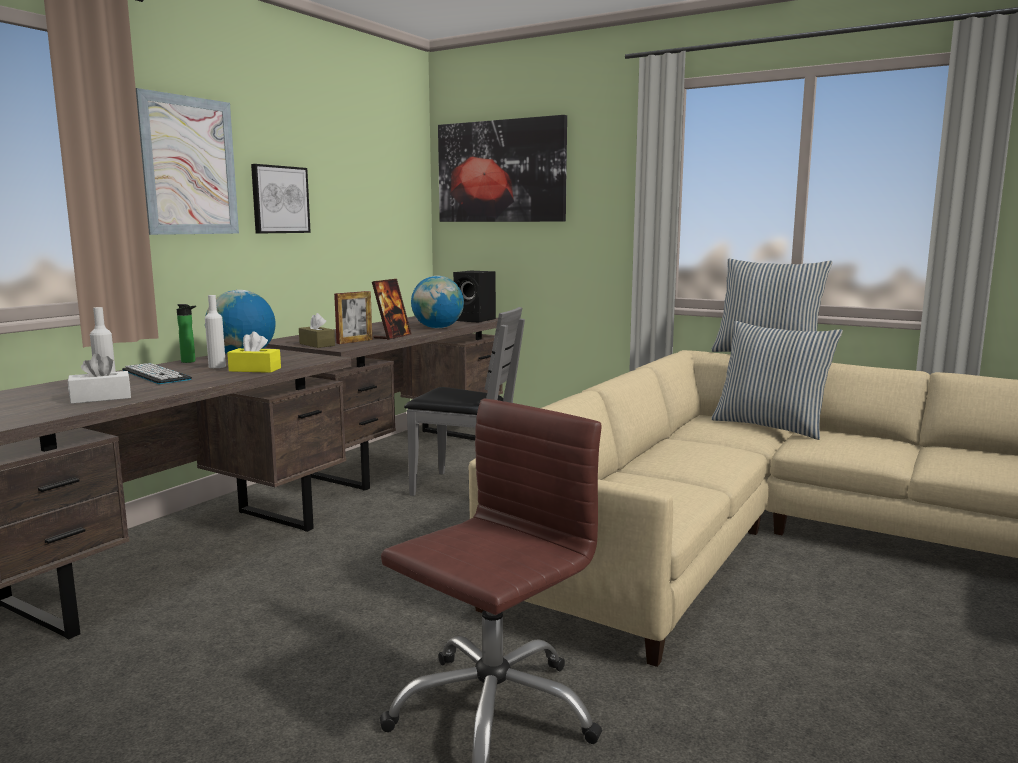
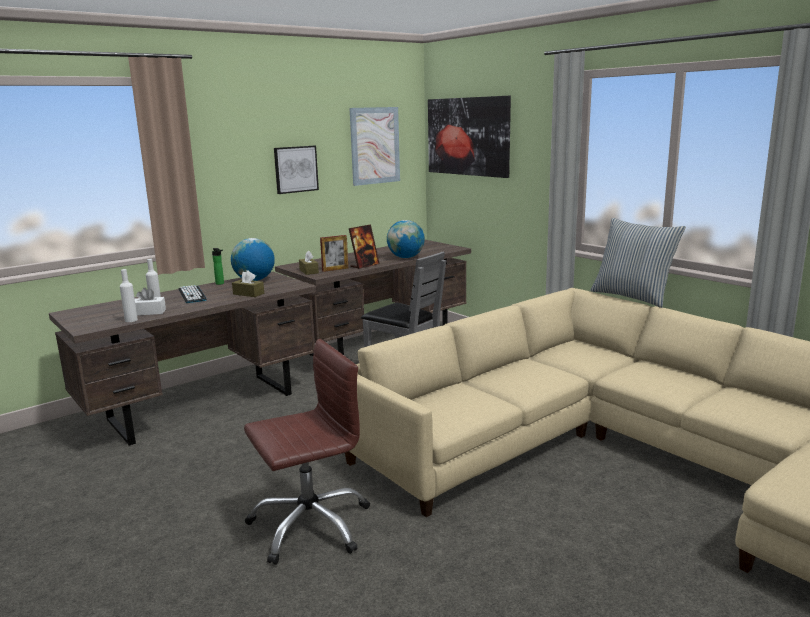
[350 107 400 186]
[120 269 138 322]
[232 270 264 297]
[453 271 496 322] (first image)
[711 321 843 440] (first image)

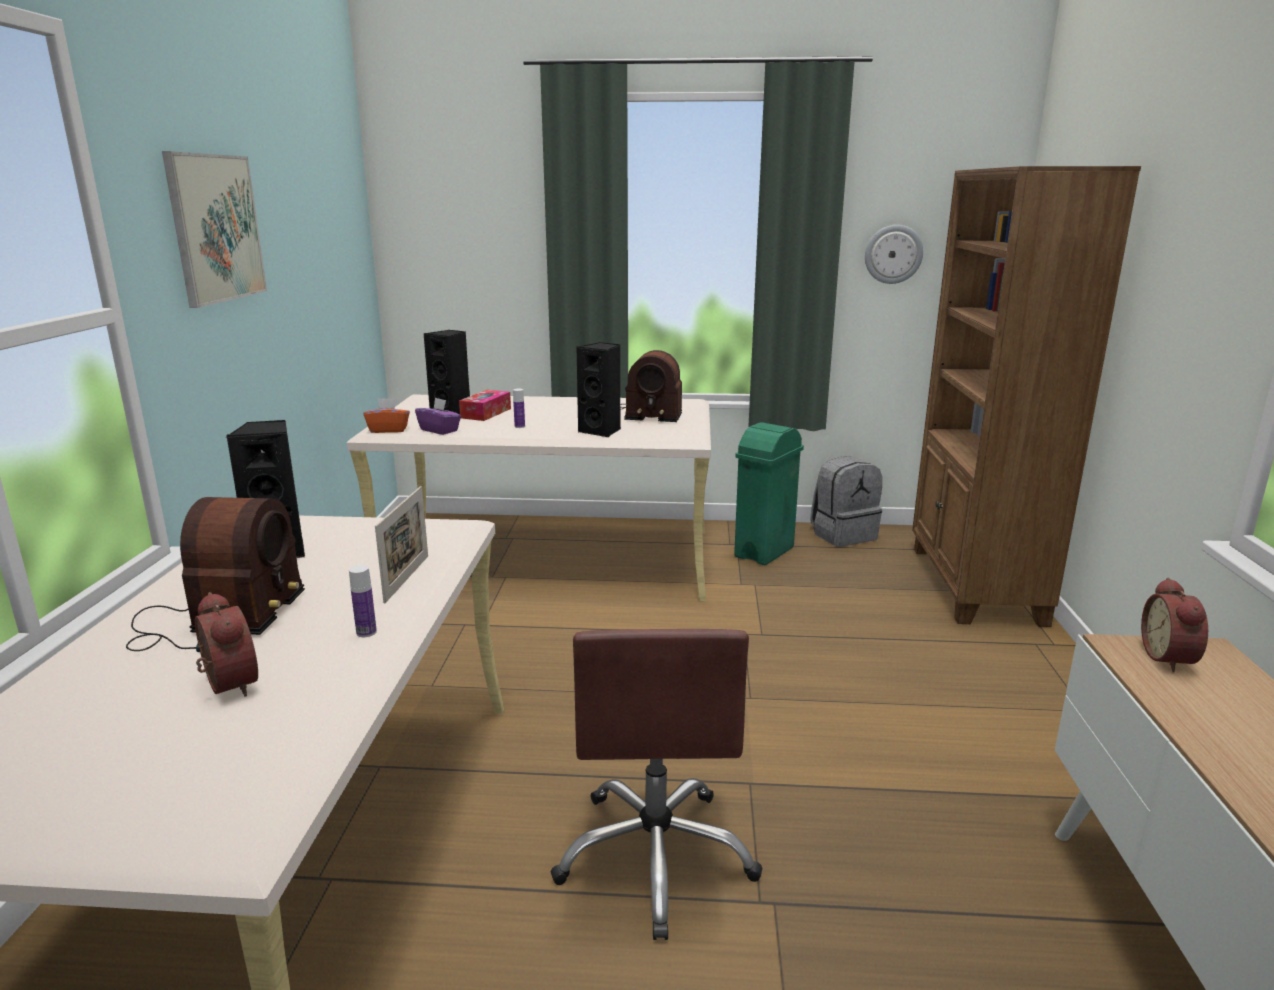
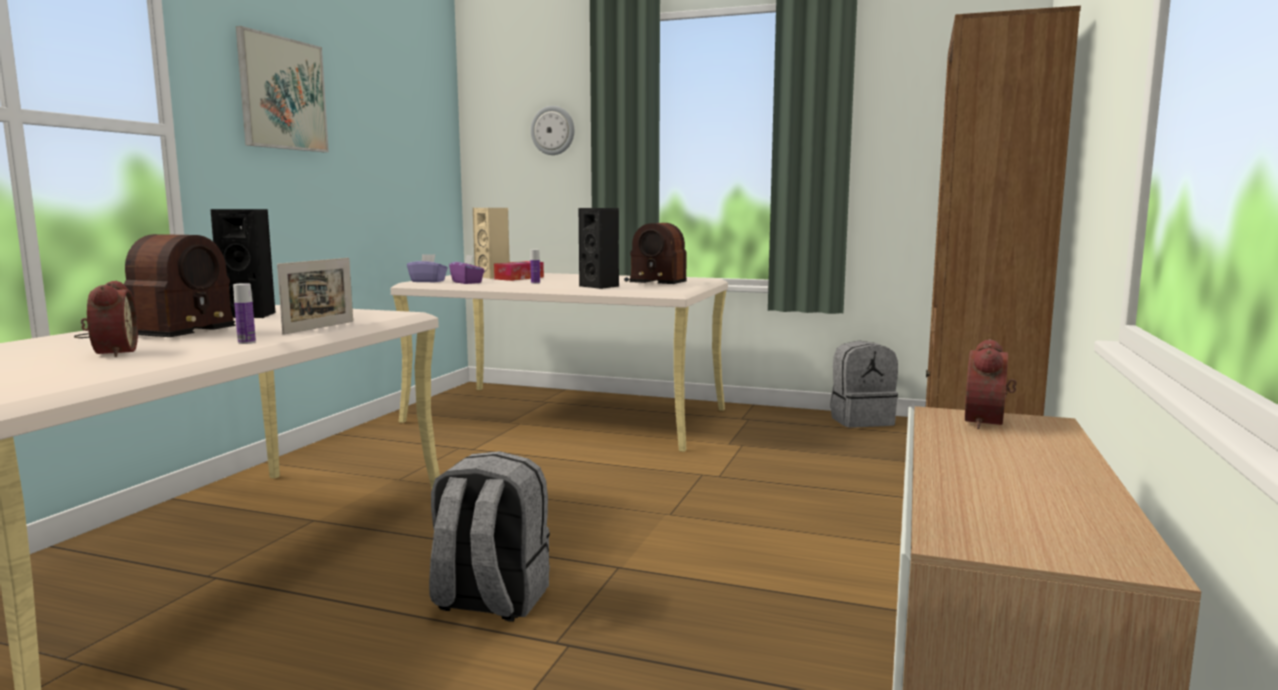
[407 254 448 283]
[473 208 510 279]
[429 451 550 622]
[734 422 804 565] (first image)
[531 106 574 155]

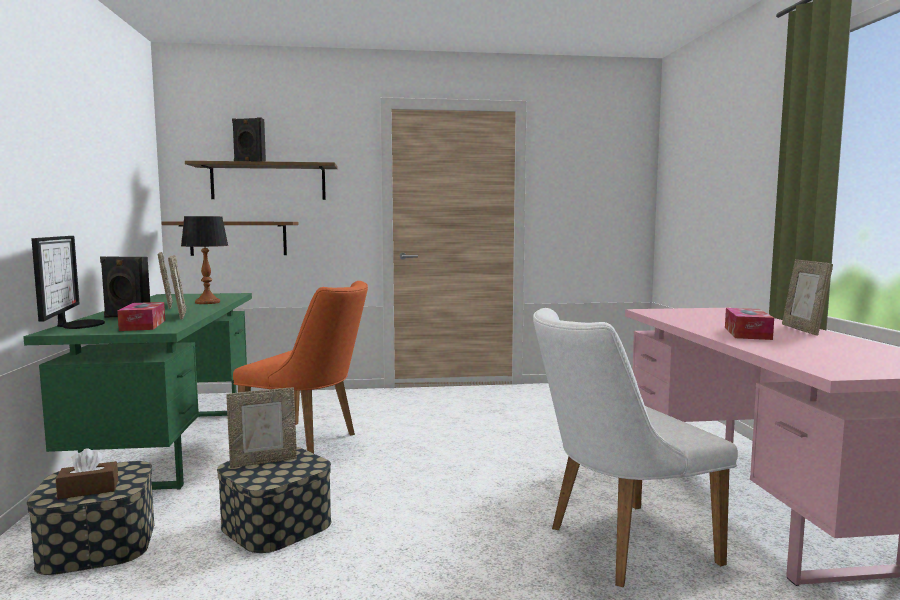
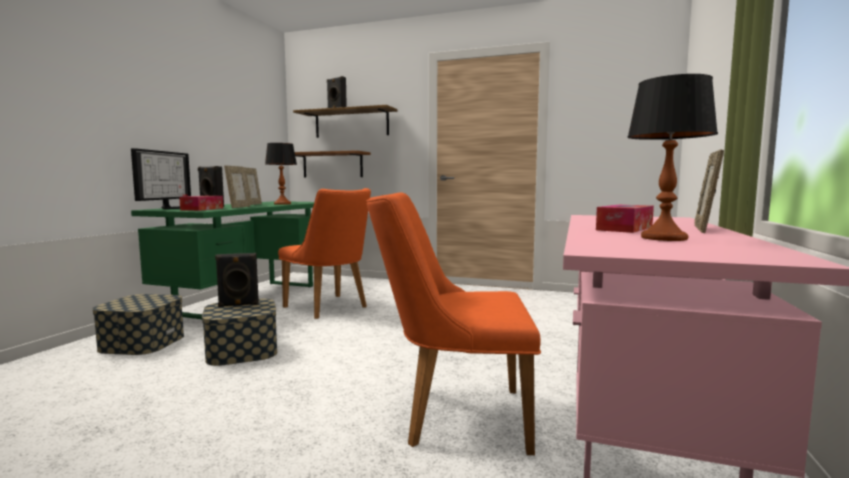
[56 448 118 499] (first image)
[215 253 259 307]
[367 192 541 455]
[627 74 718 241]

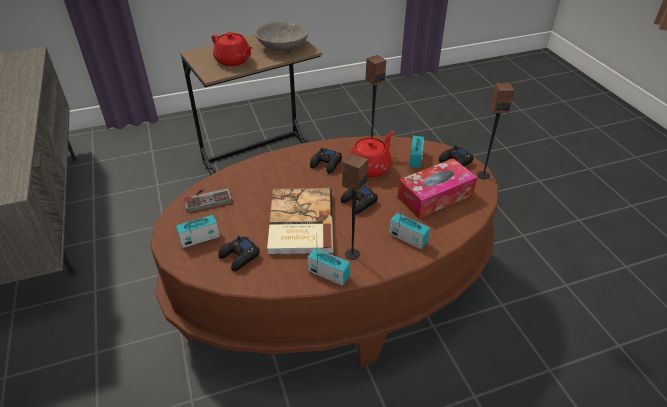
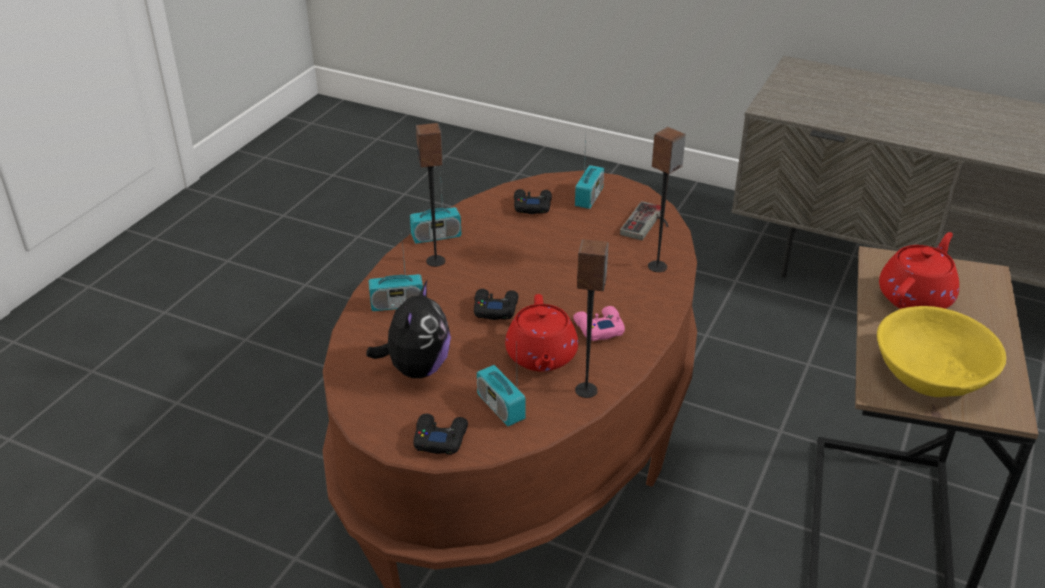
[879 232 959 309]
[877 306 1006 397]
[267 188 333 255] (first image)
[573 306 625 341]
[366 281 451 378]
[648 127 686 272]

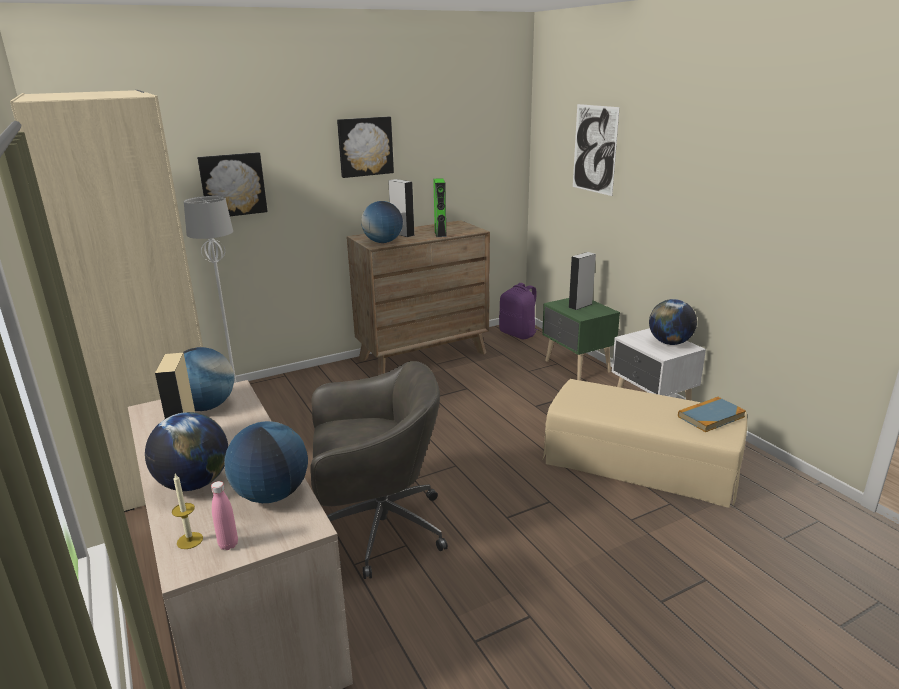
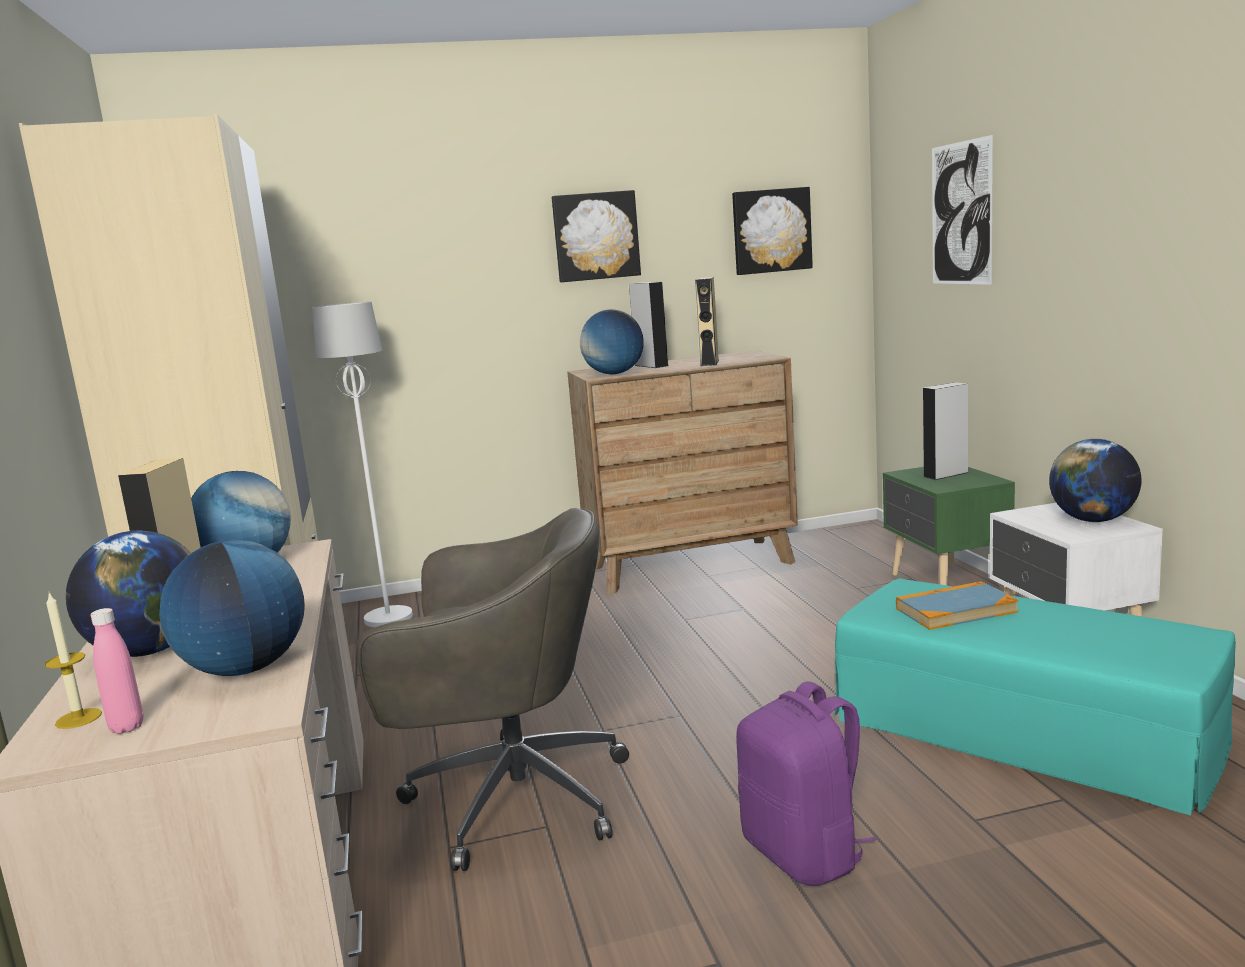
[732 187 813 275]
[695 277 719 366]
[736 681 877 886]
[835 578 1236 816]
[896 581 1019 630]

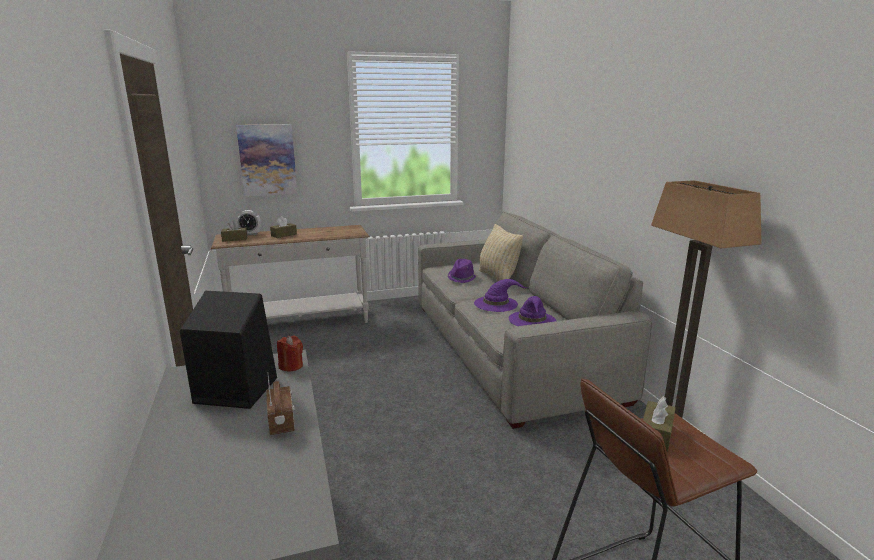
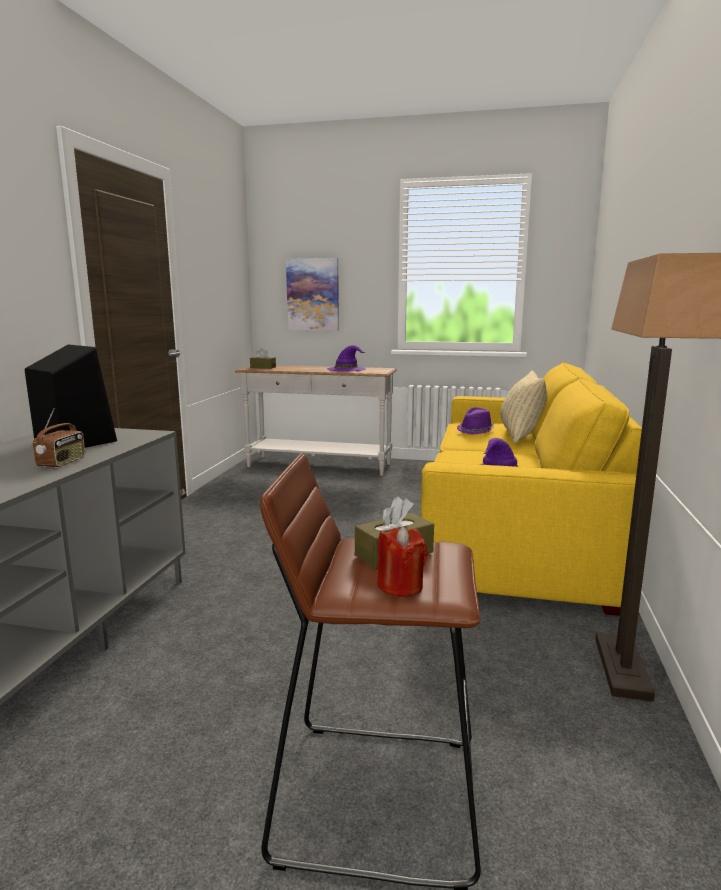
[237 210 261 235] (first image)
[270 216 297 238] (first image)
[377 526 427 597]
[421 362 642 616]
[327 345 366 371]

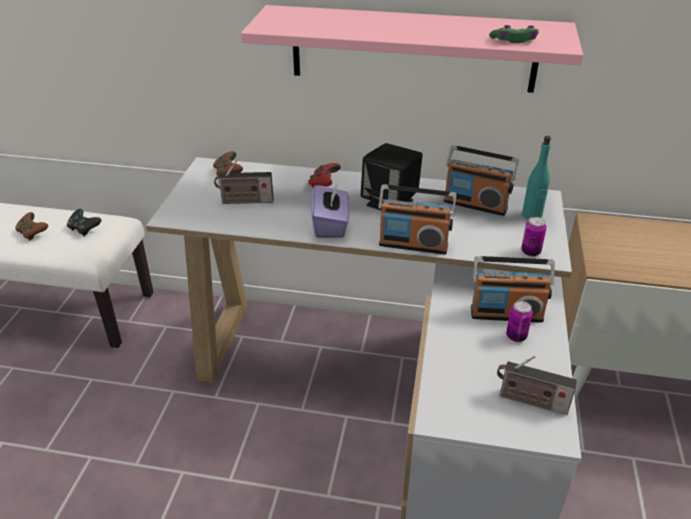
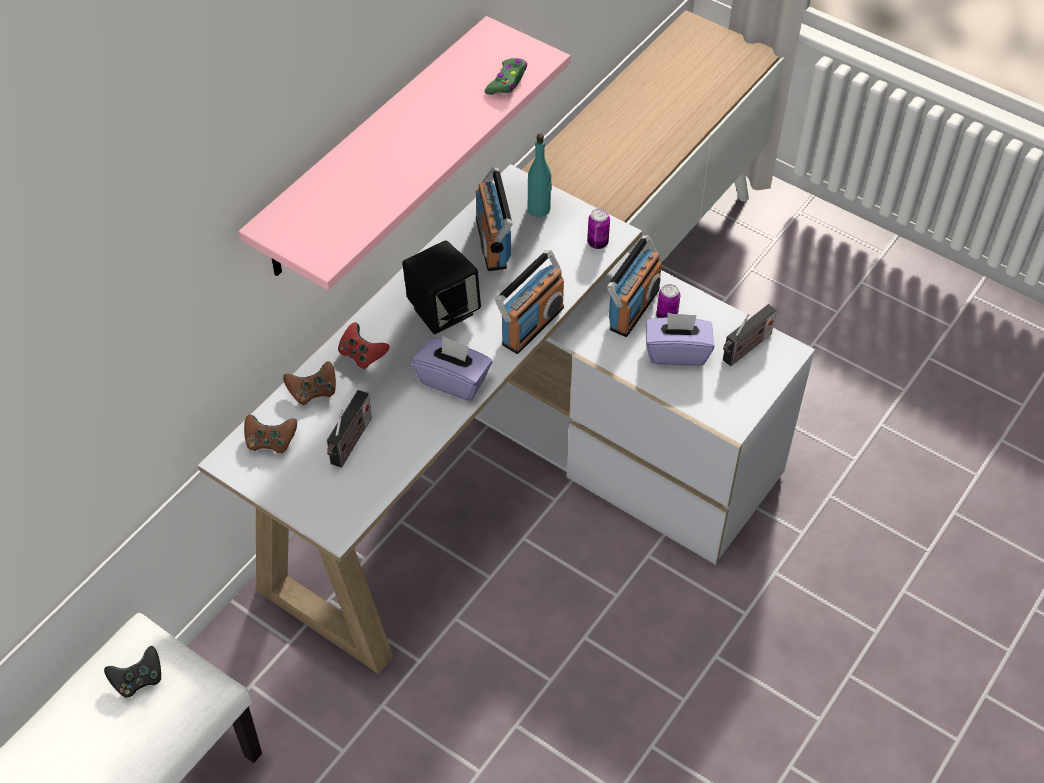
[283 361 336 405]
[476 167 512 271]
[646 312 714 366]

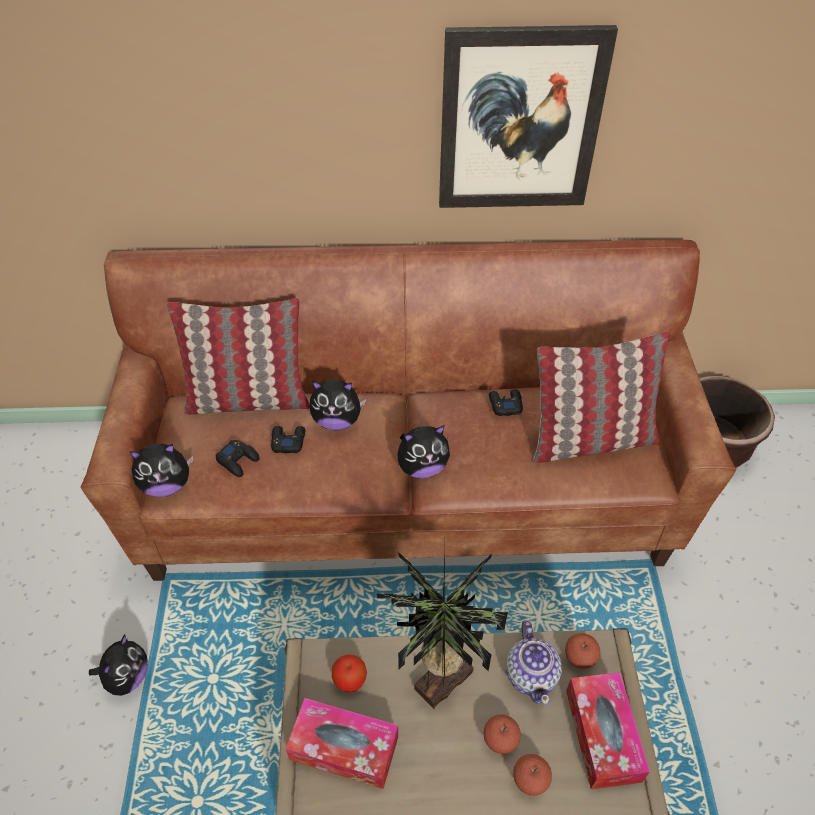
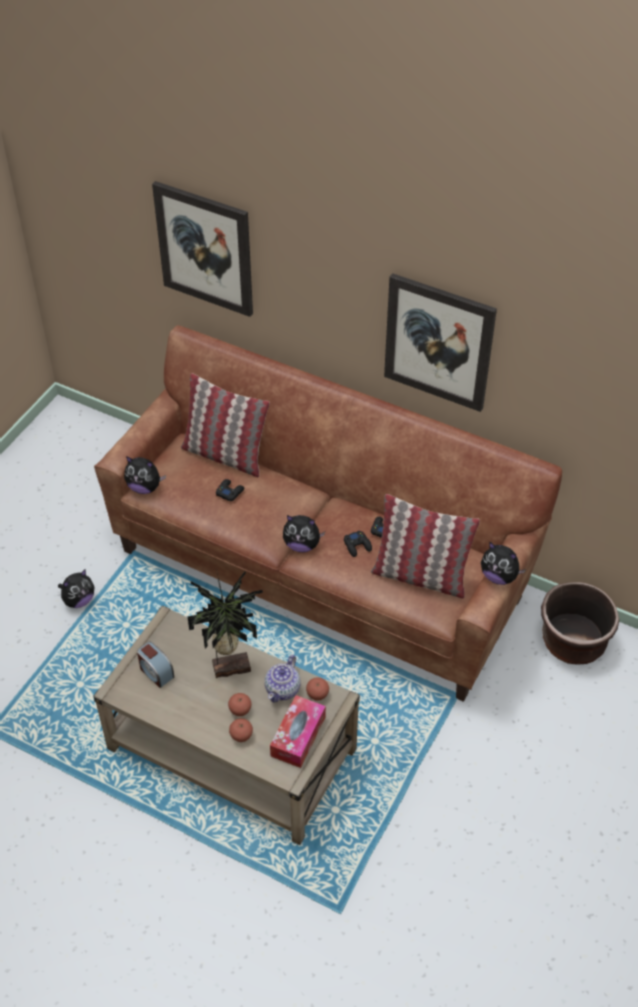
[344 530 372 557]
[137 642 174 688]
[481 542 526 585]
[332 655 367 693] (first image)
[152 181 253 317]

